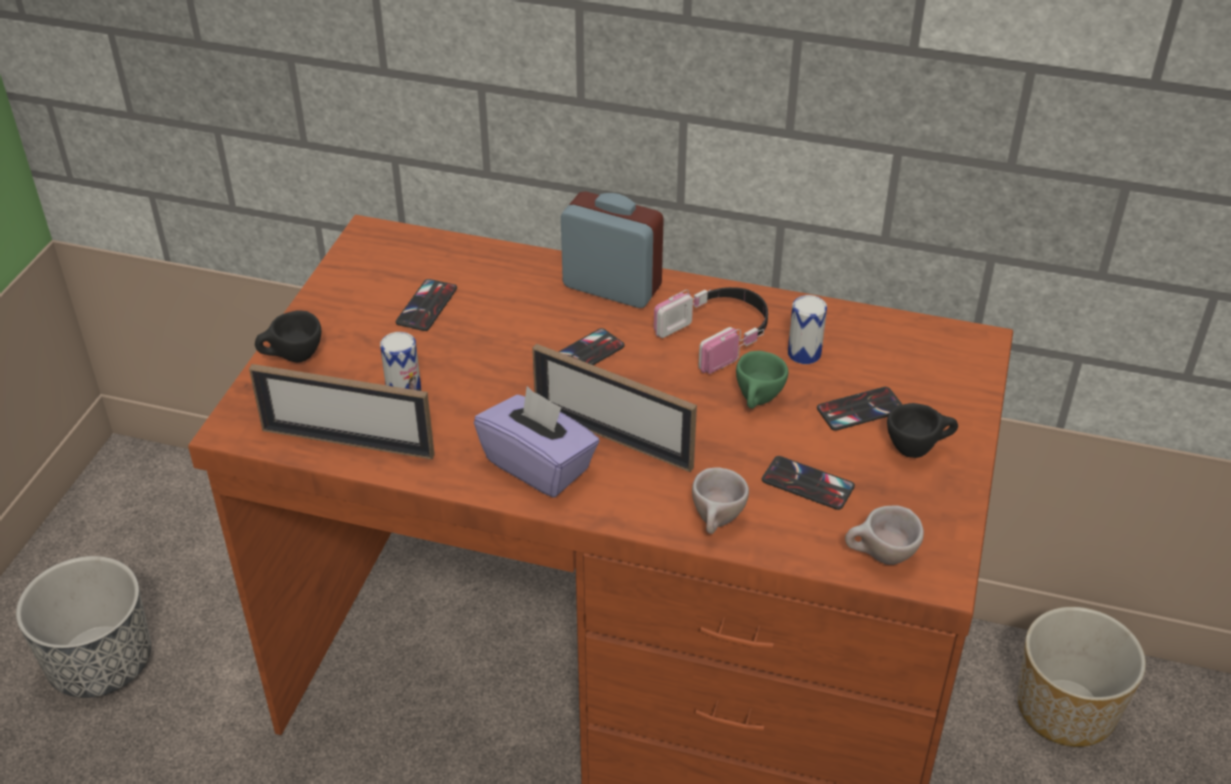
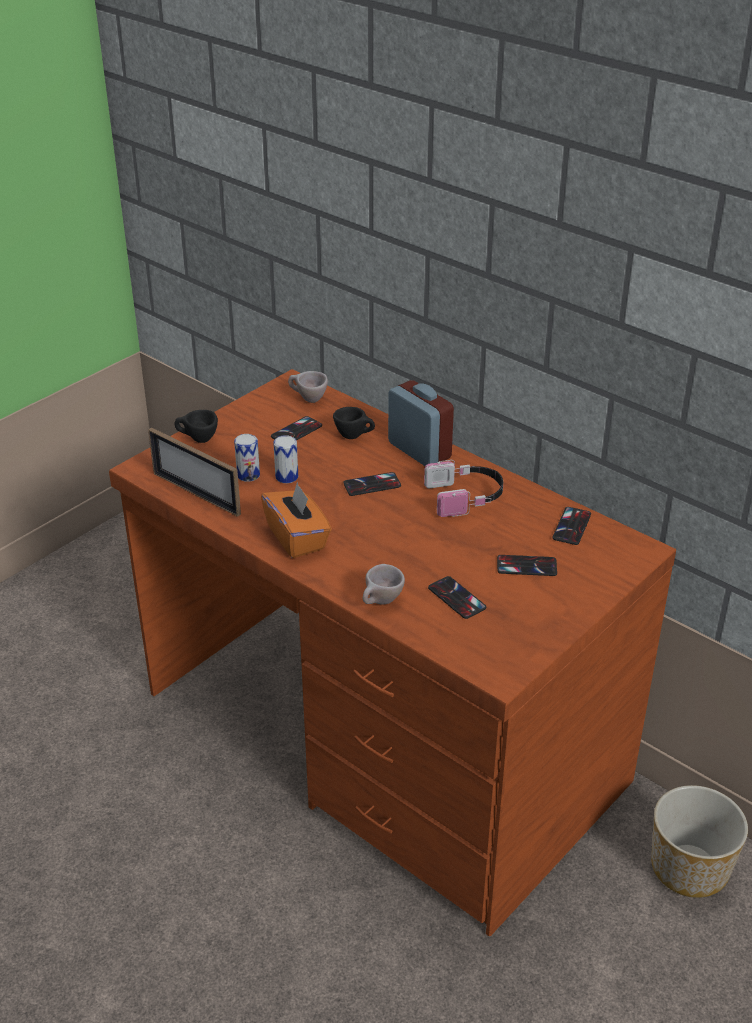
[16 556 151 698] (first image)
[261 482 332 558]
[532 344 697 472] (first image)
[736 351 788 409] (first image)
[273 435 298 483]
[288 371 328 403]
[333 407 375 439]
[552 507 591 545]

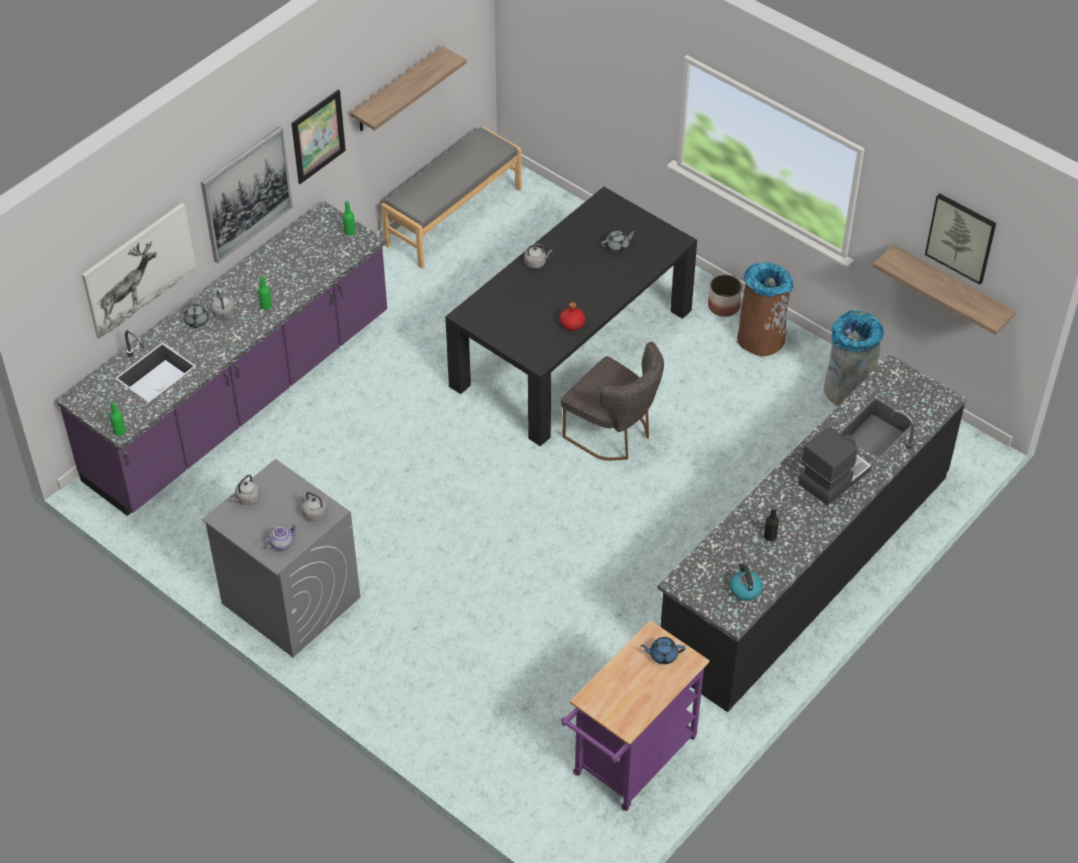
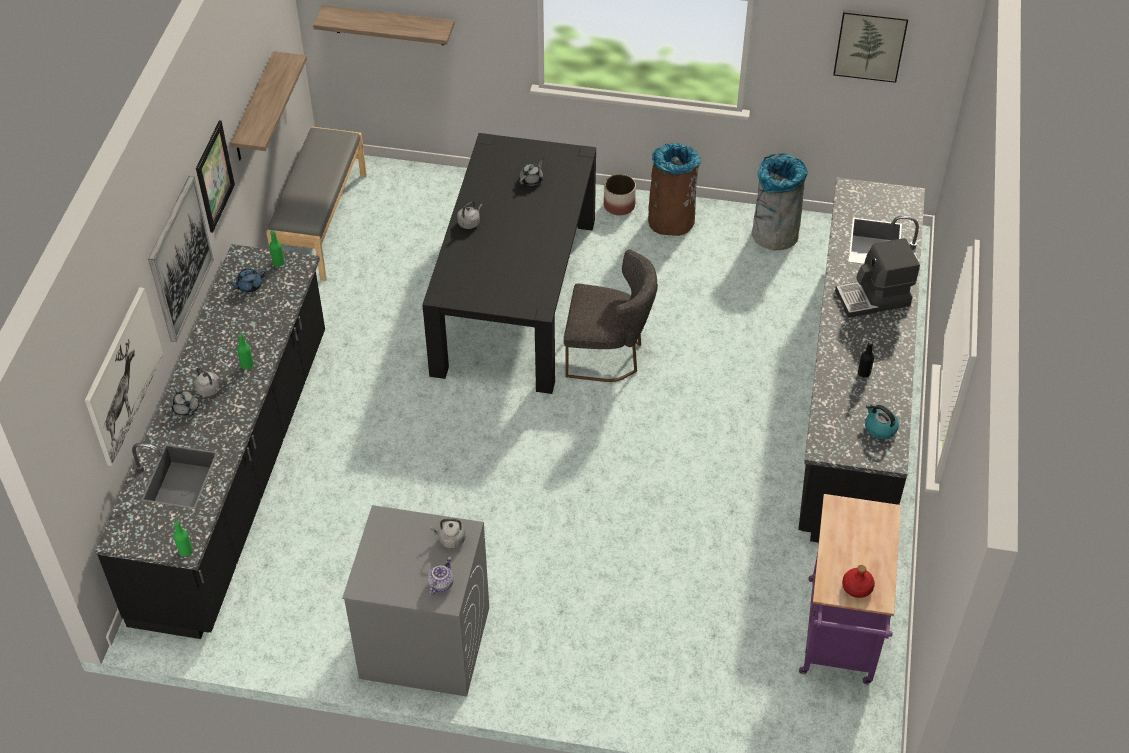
[95 244 325 639]
[231 475 260 505] (first image)
[842 565 875 598]
[227 268 266 293]
[835 238 920 318]
[313 5 454 45]

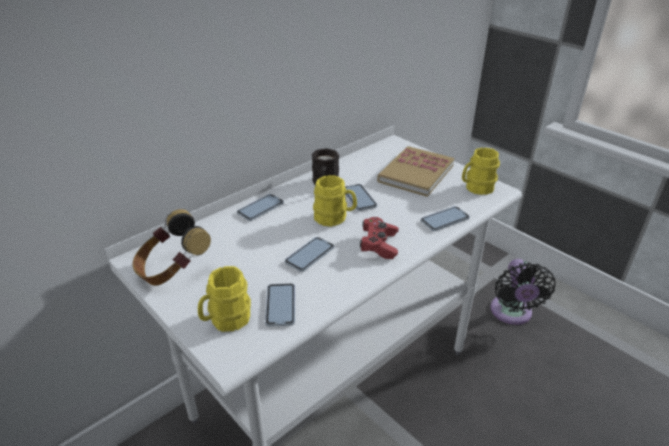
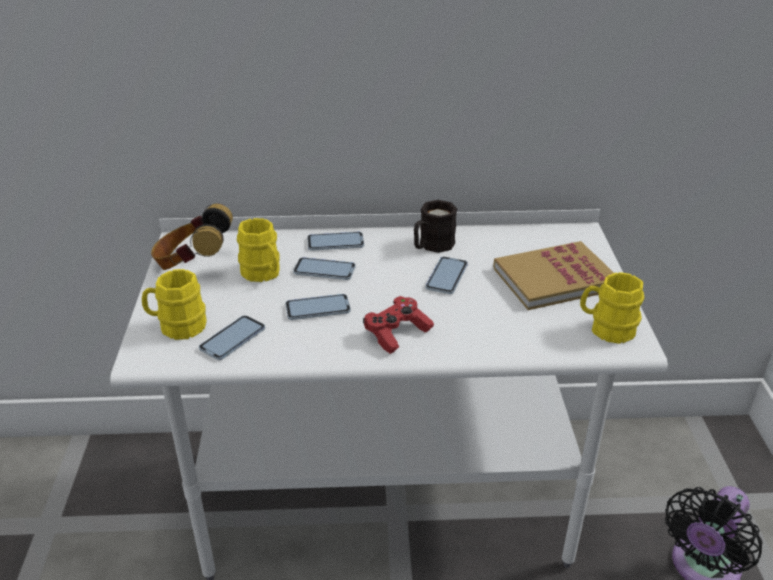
[237 218 280 282]
[293 257 356 280]

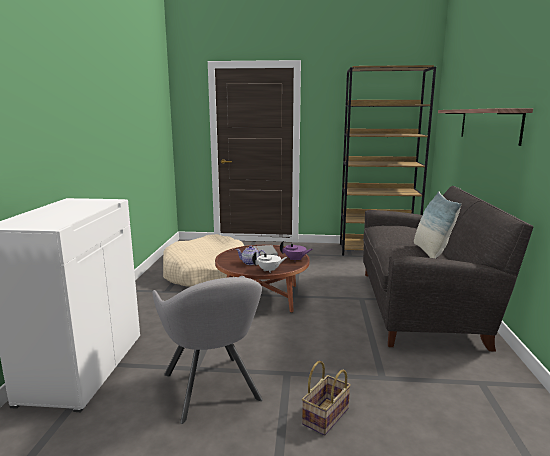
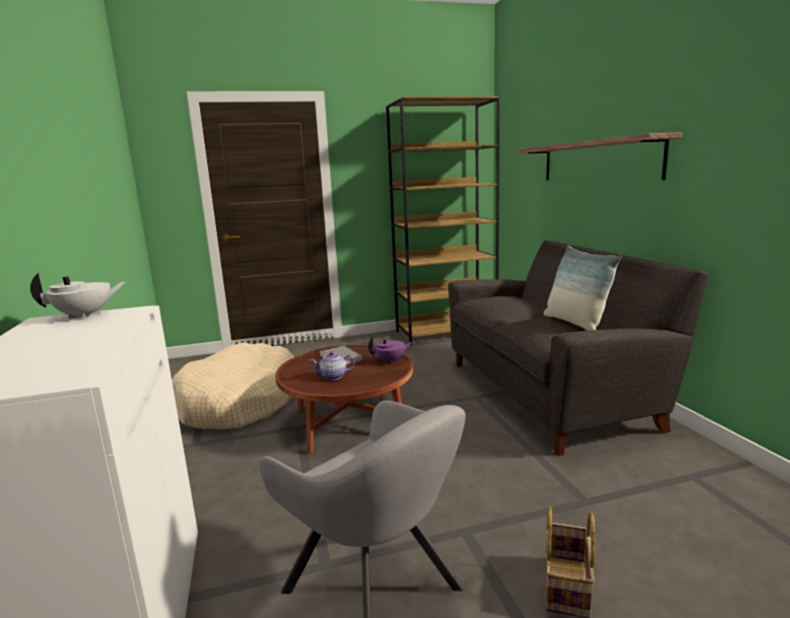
[30 273 127 319]

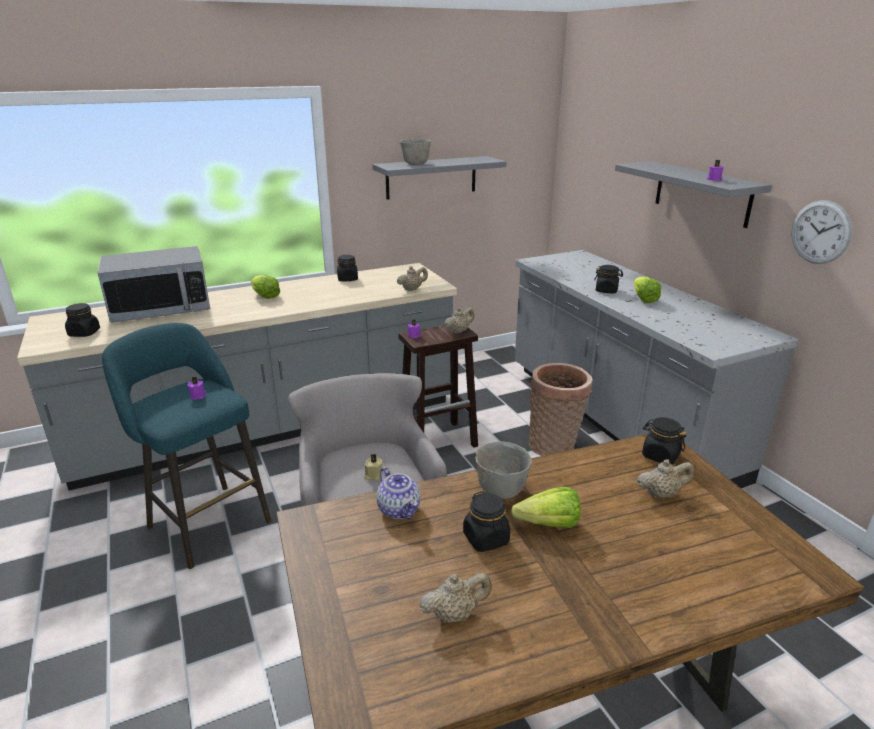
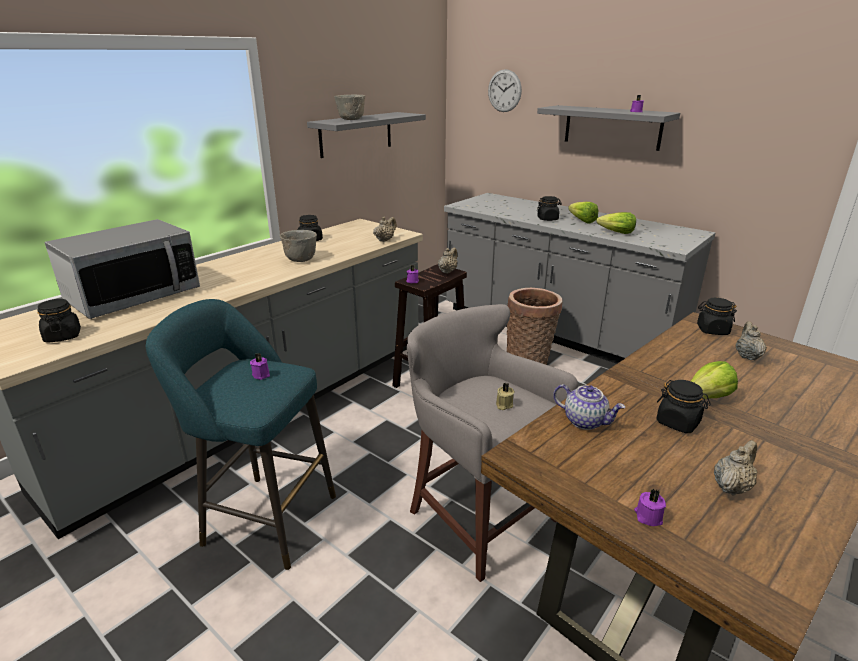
[596 212 636 234]
[280 230 317 262]
[736 321 767 360]
[488 69 522 112]
[634 489 666 526]

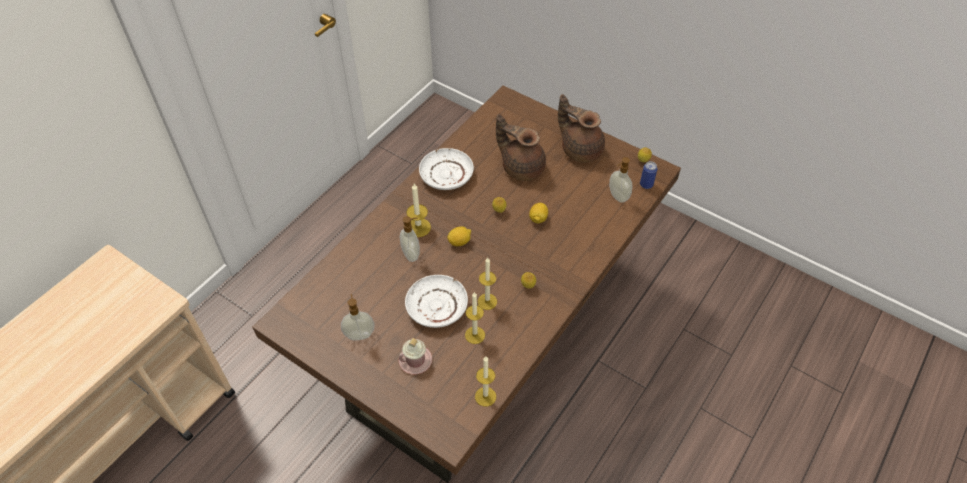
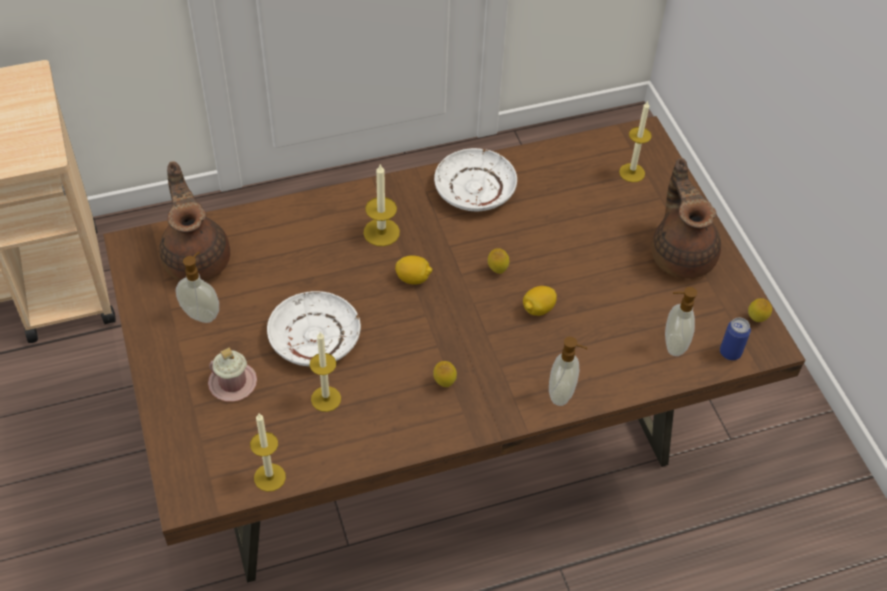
[549 337 588 406]
[619 101 652 182]
[159 162 230 281]

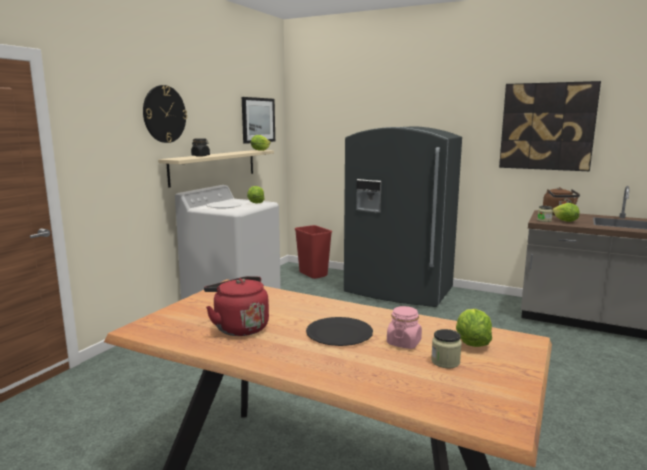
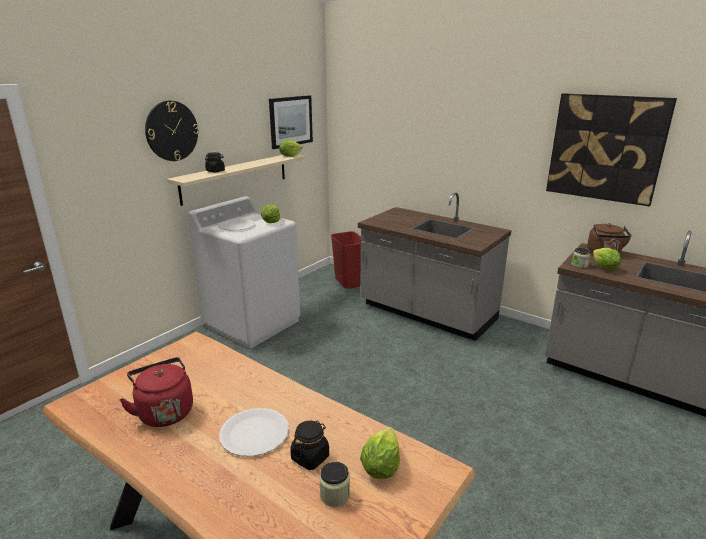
[219 408 289 457]
[358 193 511 341]
[290 421 329 470]

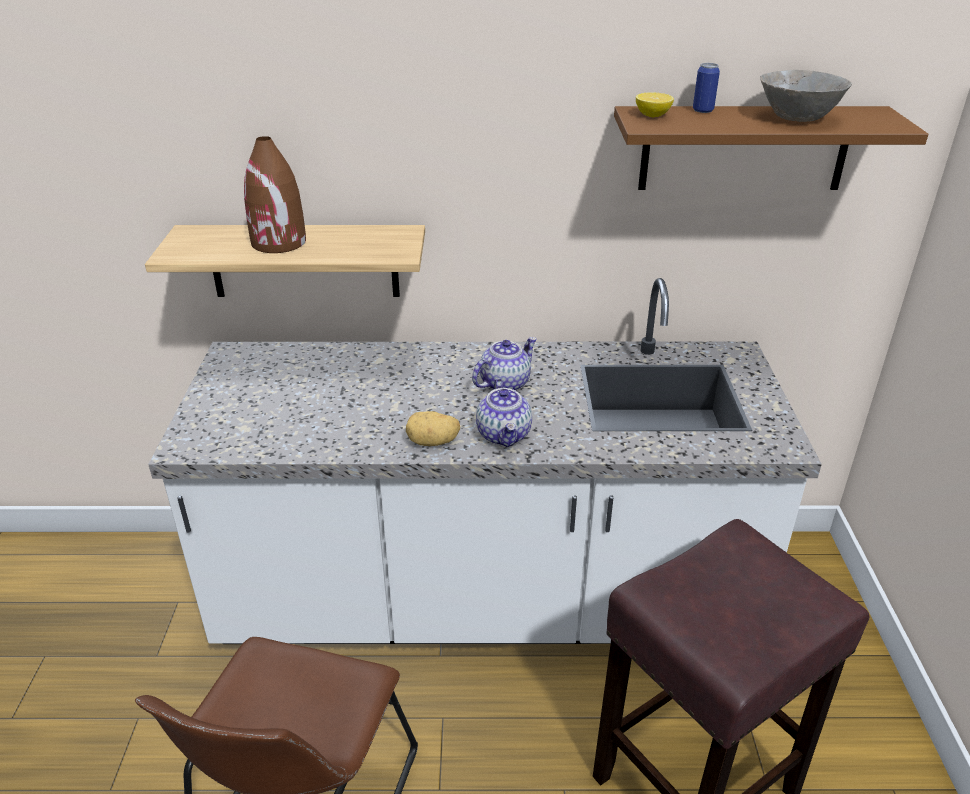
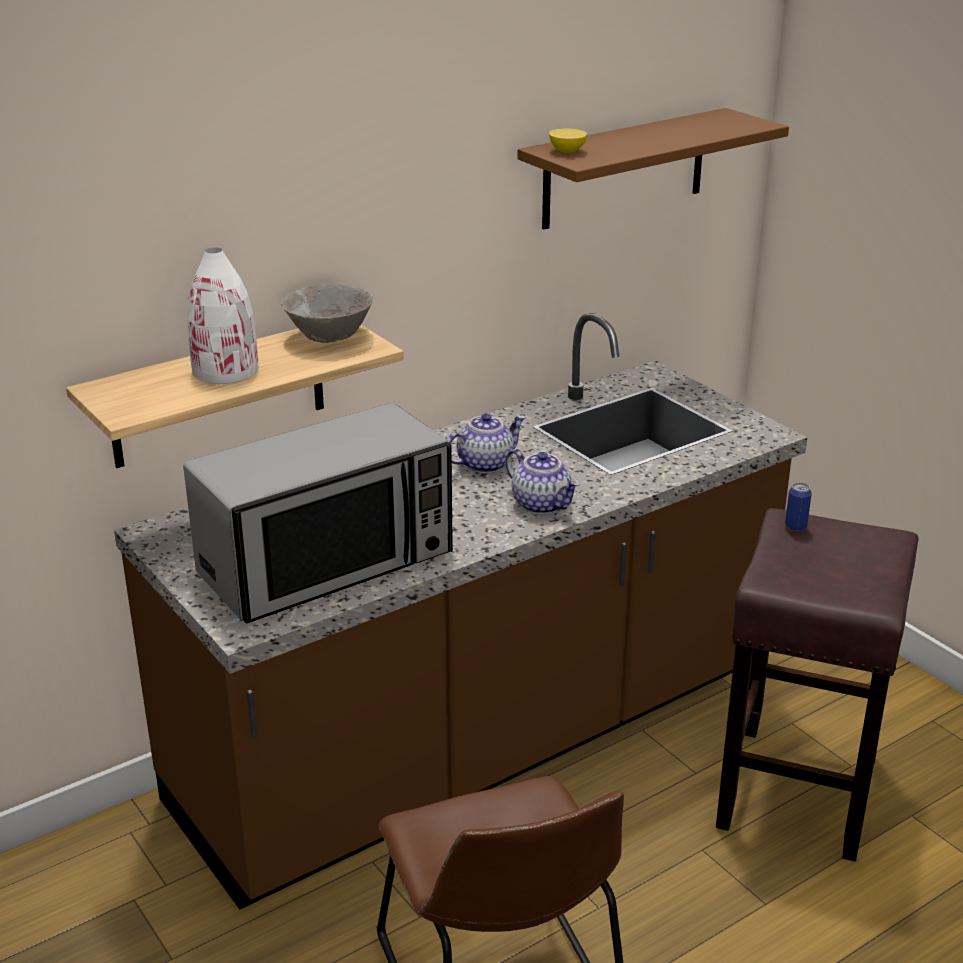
[114 313 807 910]
[187 248 258 384]
[406 411 460 446] (first image)
[447 414 526 473]
[785 482 812 531]
[281 284 373 343]
[183 403 453 623]

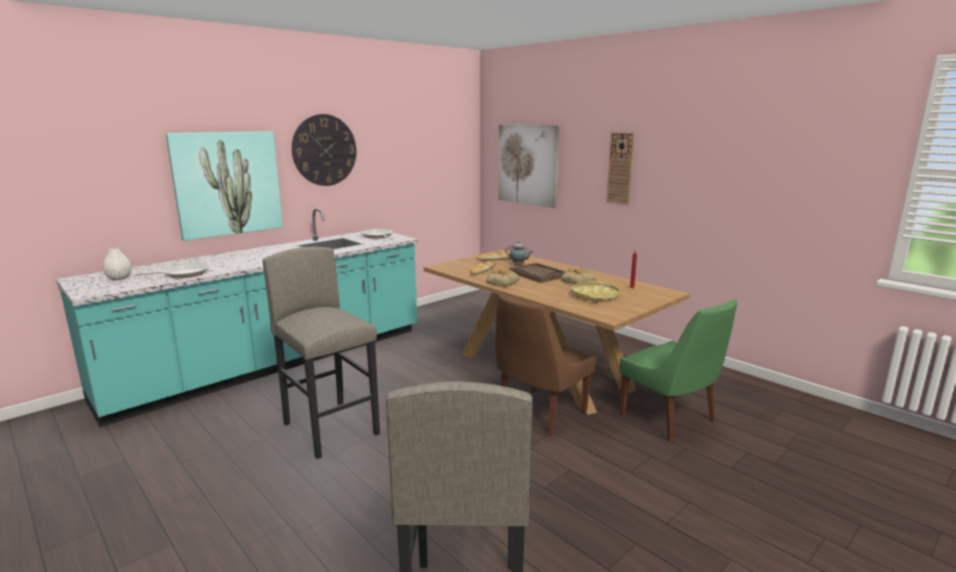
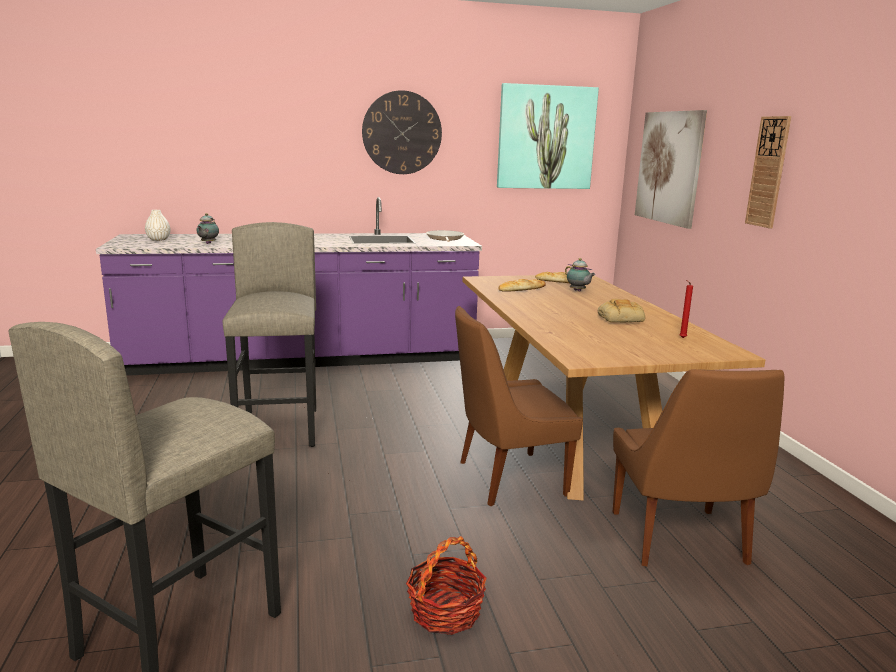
[96 197 482 376]
[196 213 219 244]
[497 83 599 189]
[486 268 520 287] (first image)
[509 263 566 283] (first image)
[572 281 620 301] (first image)
[613 369 784 566]
[406 536 487 635]

